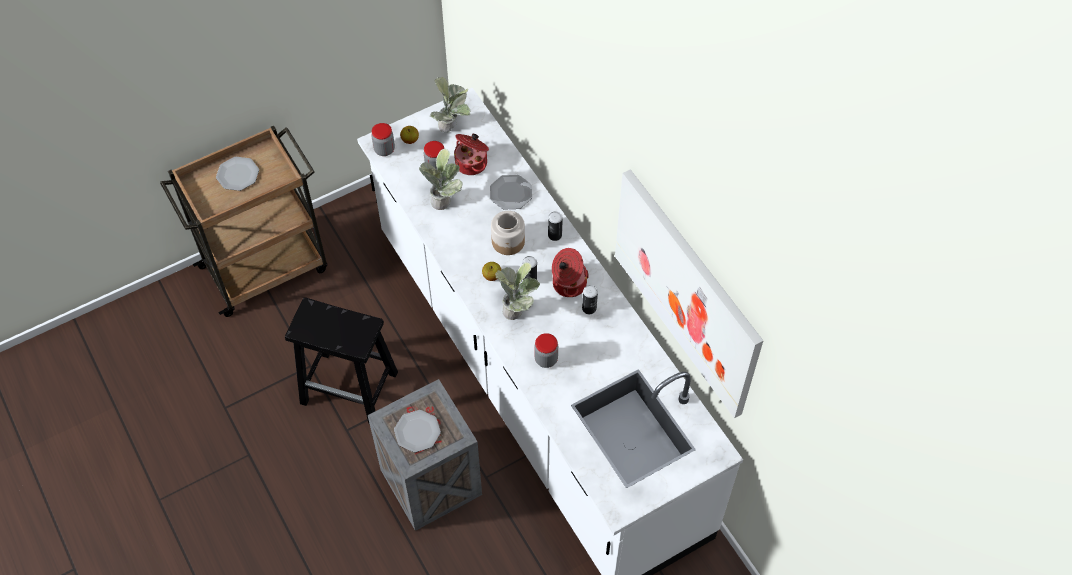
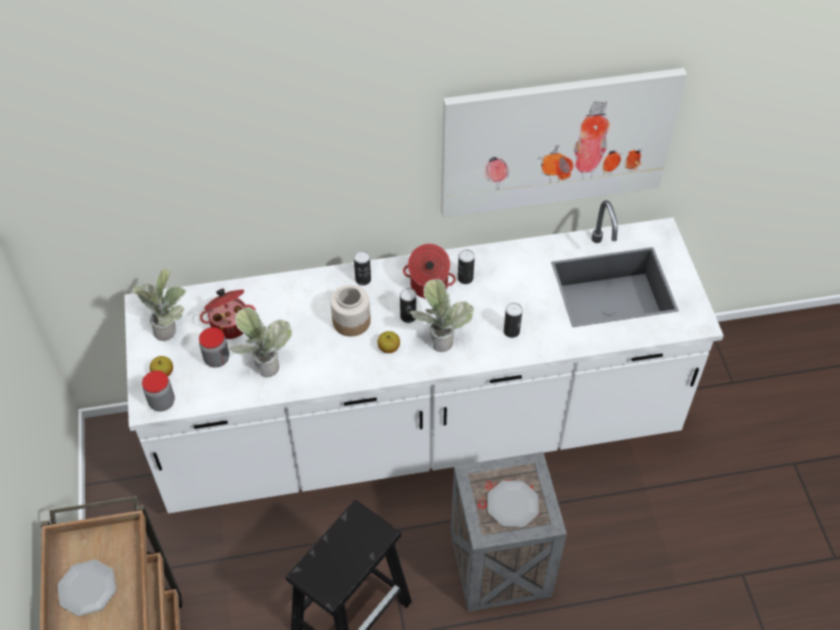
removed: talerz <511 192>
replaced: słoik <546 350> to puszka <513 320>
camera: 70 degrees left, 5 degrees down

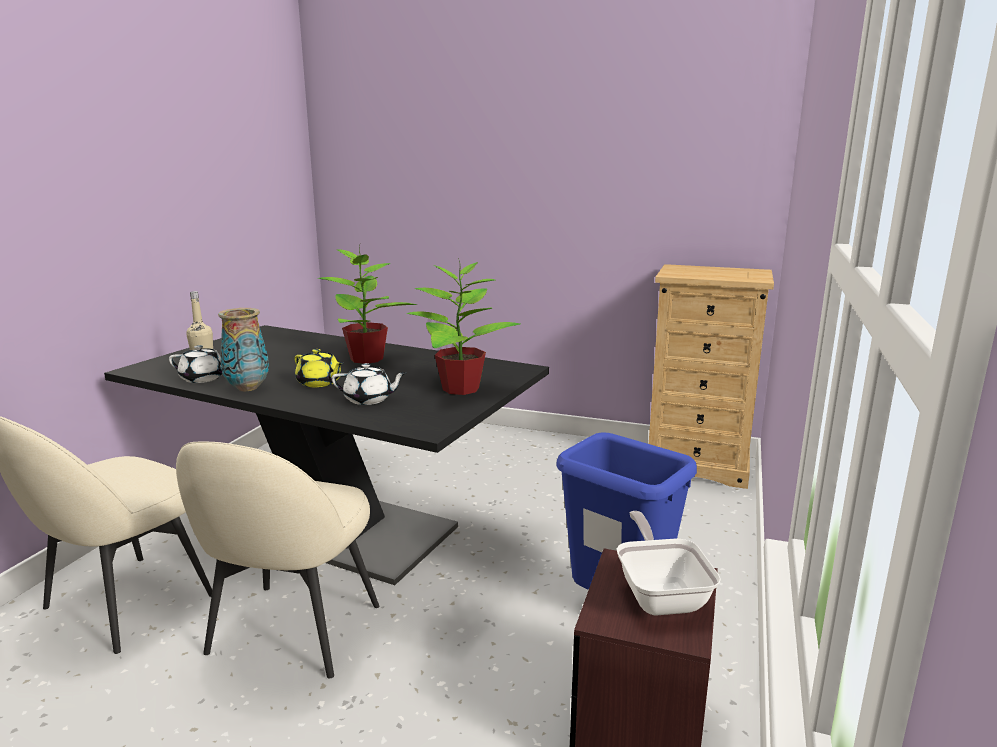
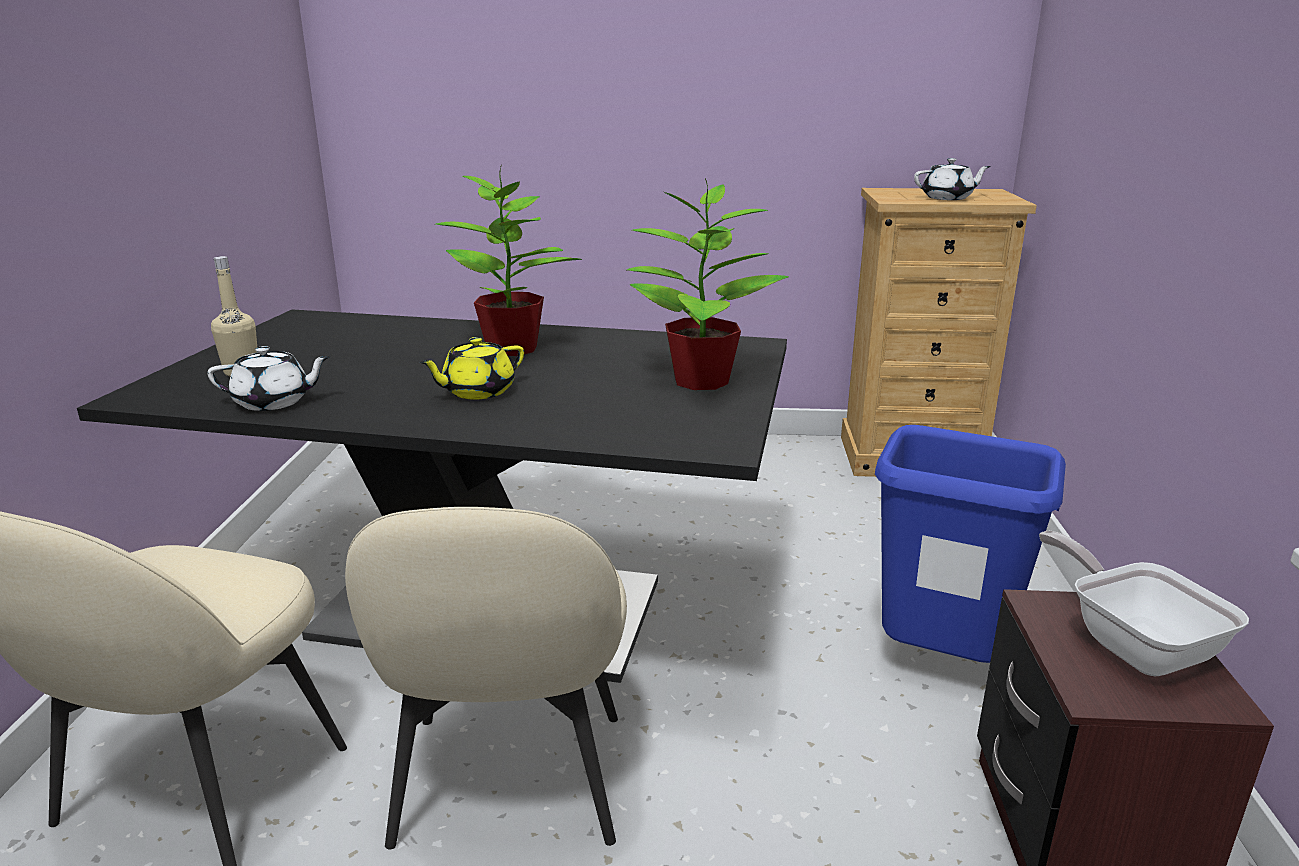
removed: wazon <243 349>
moved: imbryk (biały) <369 384> to <952 179>
turned: imbryk (żółty) <319 368> = <471 368> 120 degrees clockwise
camera: 15 degrees left, 5 degrees up

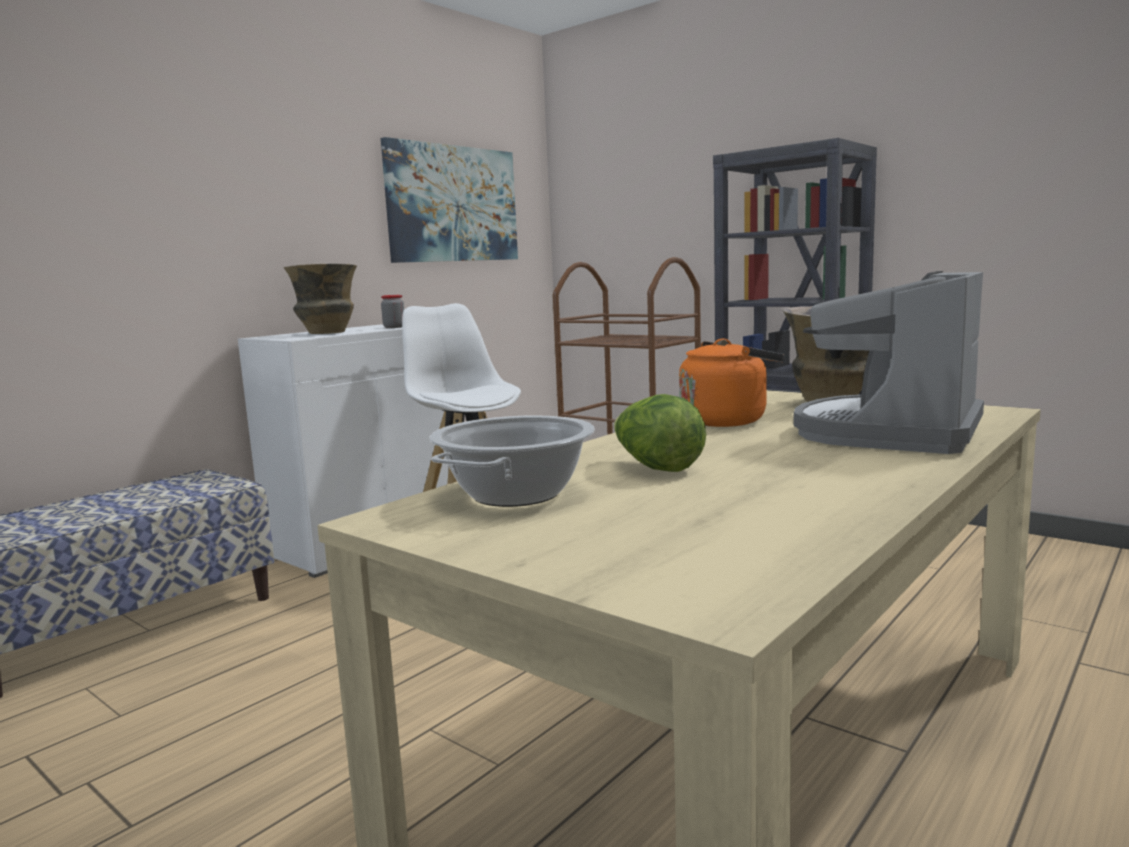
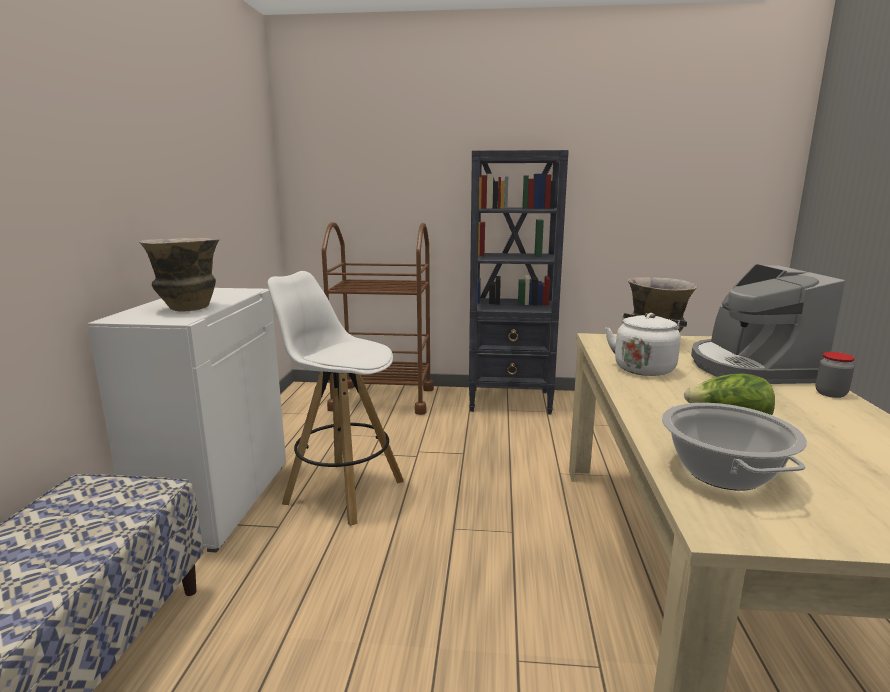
removed: obraz <449 200>
moved: słoik <392 311> to <835 375>
recoloured: czajnik (pomarańczowy) <731 383> to czajnik (biały) <646 344>
camera: 35 degrees left, 5 degrees up

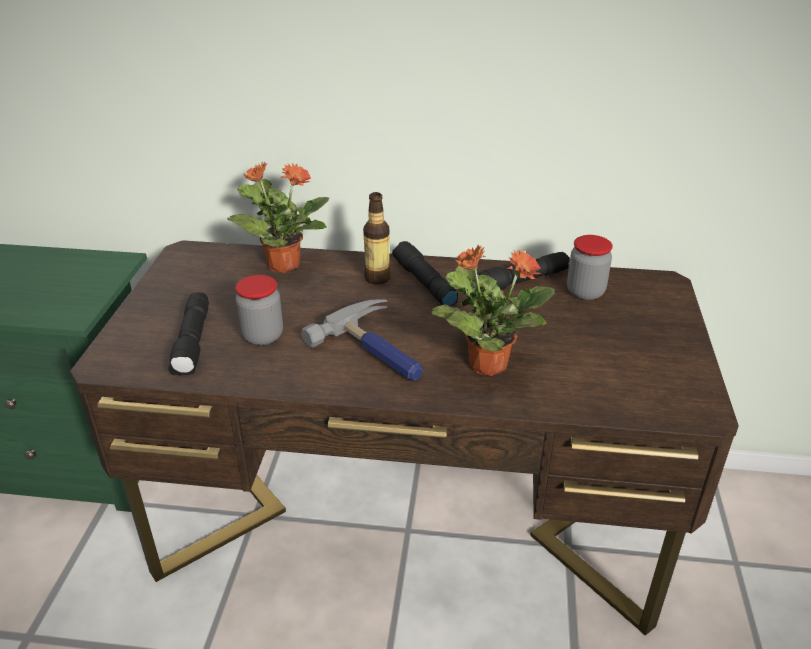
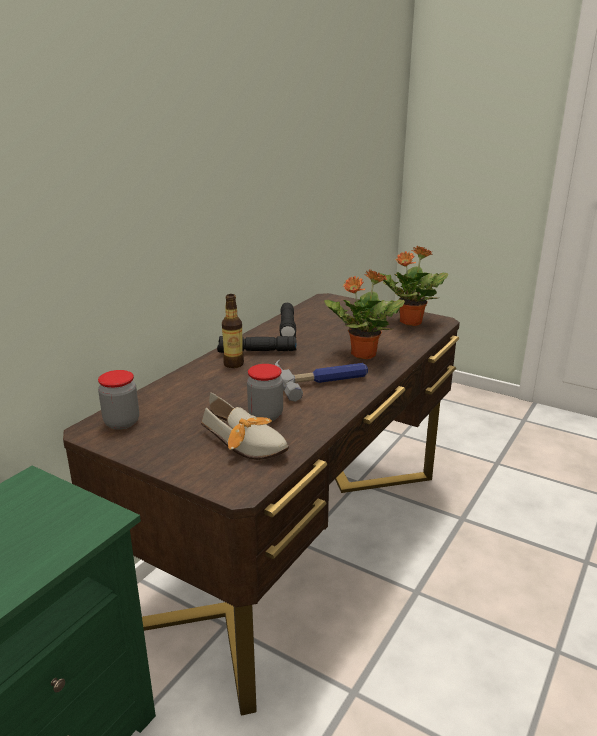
moved: roślina doniczkowa <278 217> to <414 286>; słoik <590 267> to <118 400>
replaced: latarka (czarny) <188 333> to but <245 426>
camera: 65 degrees left, 10 degrees down

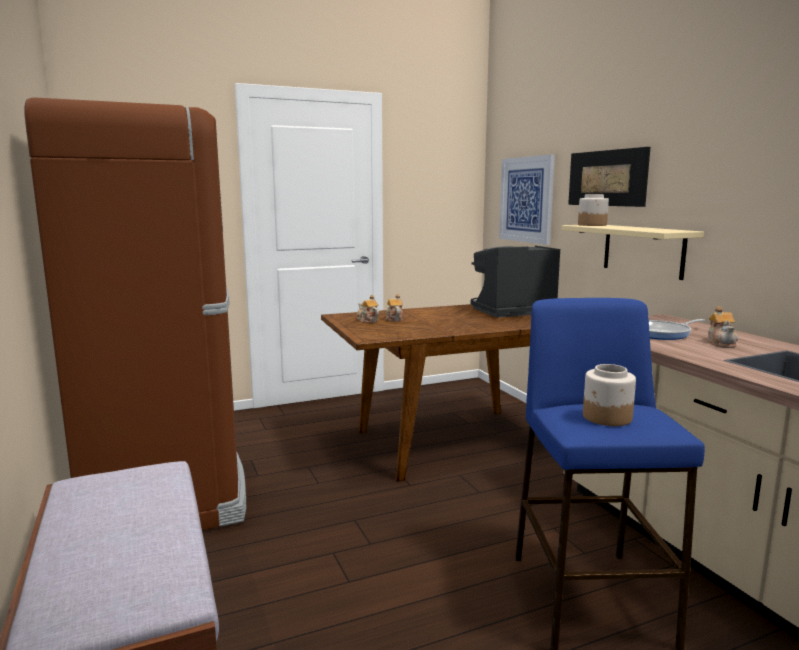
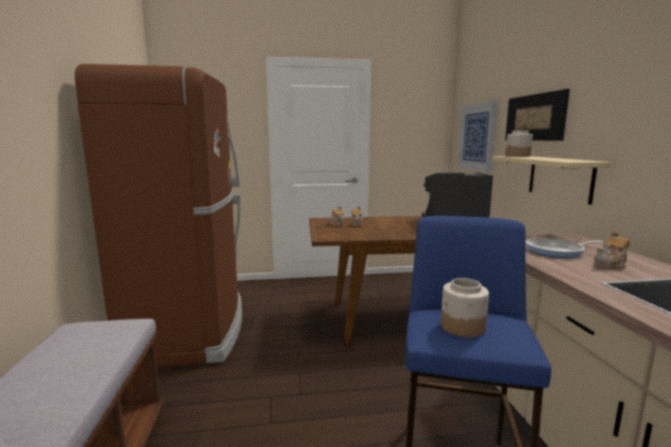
turned: imbryk <722 327> = <612 250> 45 degrees clockwise
camera: 15 degrees right, 0 degrees up

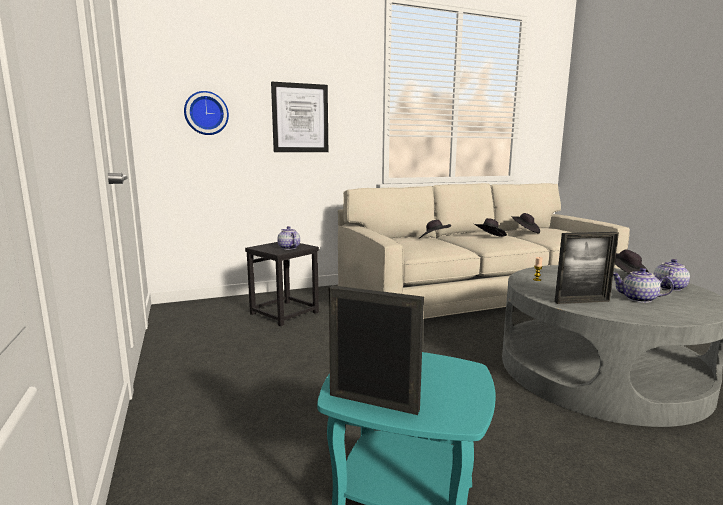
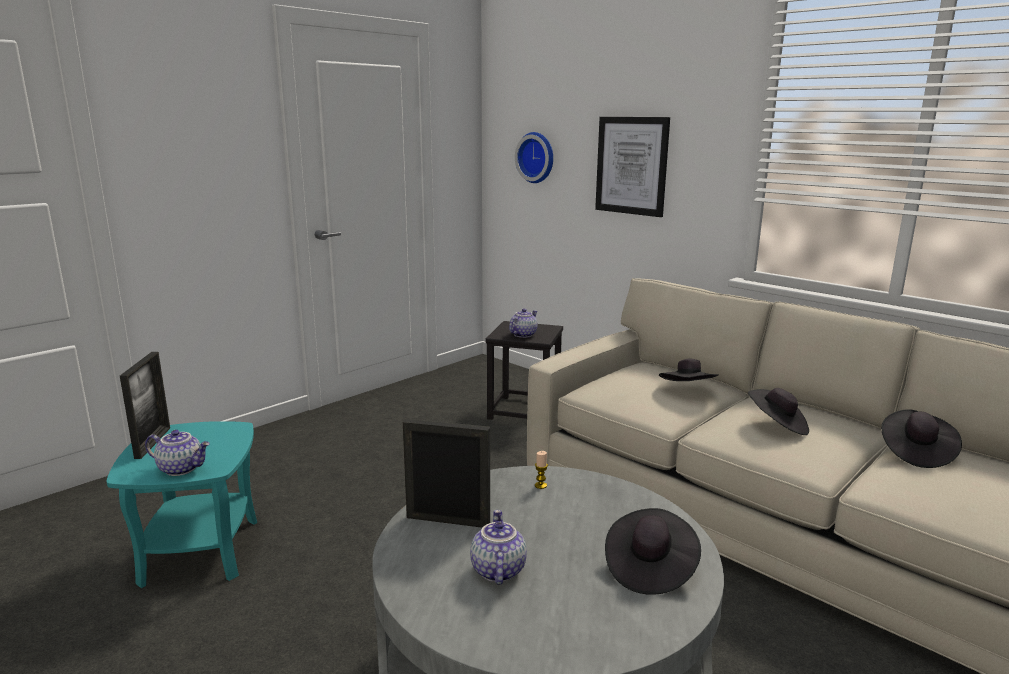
moved: imbryk <671 275> to <177 453>
turned: ramka na zdjęcie <587 268> = <446 473> 135 degrees clockwise
camera: 65 degrees right, 5 degrees up

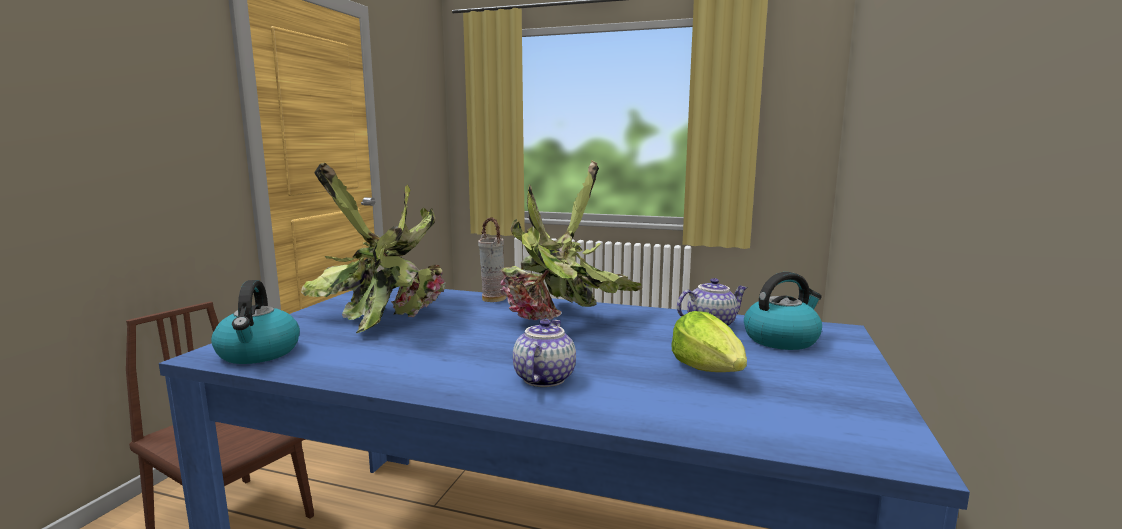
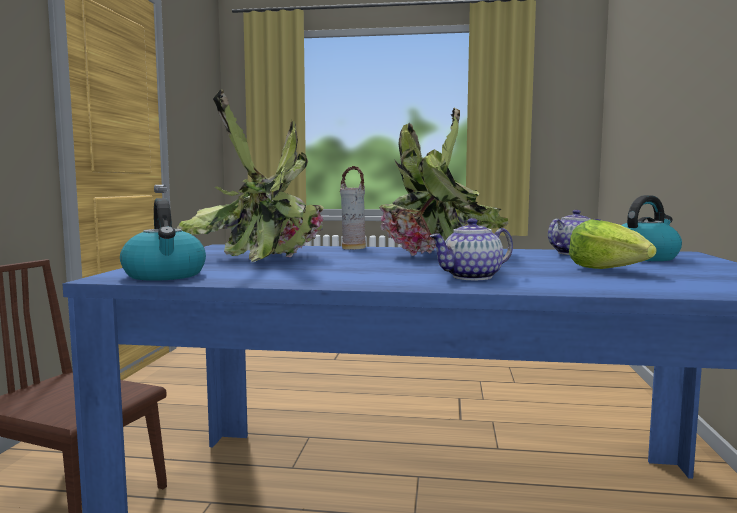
turned: imbryk <544 353> = <471 249> 120 degrees counterclockwise
camera: 10 degrees left, 5 degrees down

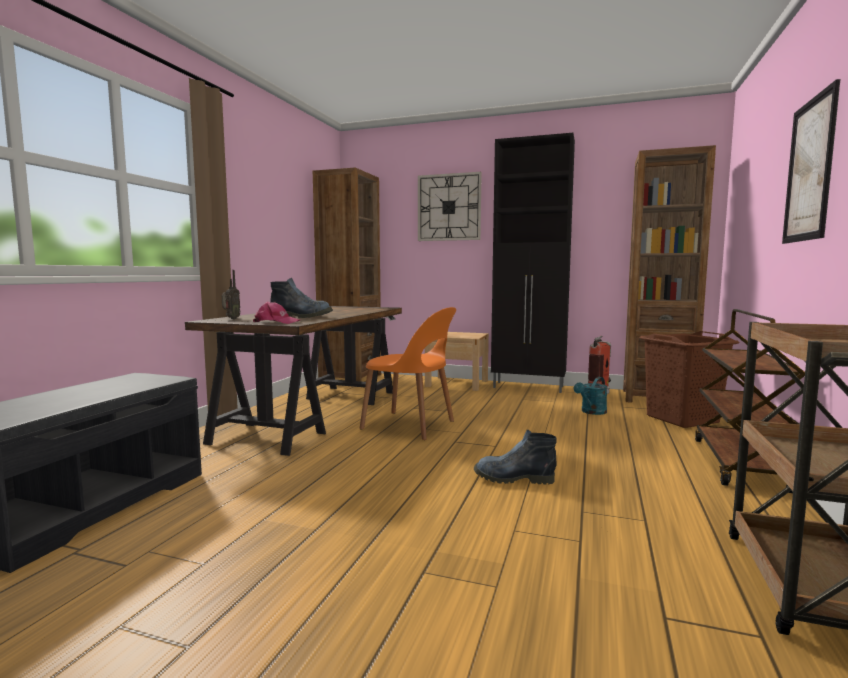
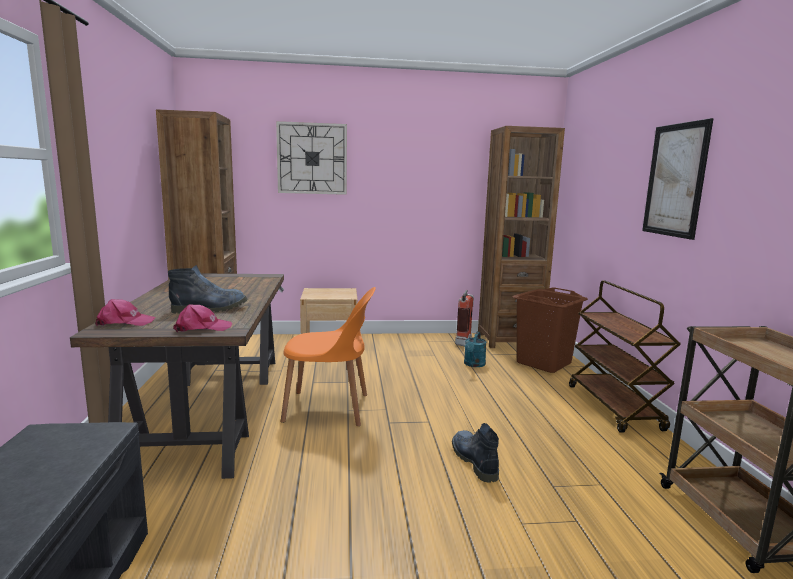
removed: szafka (czarny) <533 263>
replaced: radio <231 294> to czapka z daszkiem (różowy) <125 312>
turned: but z cholewką <515 457> = <475 453> 90 degrees clockwise
camera: 25 degrees left, 5 degrees up

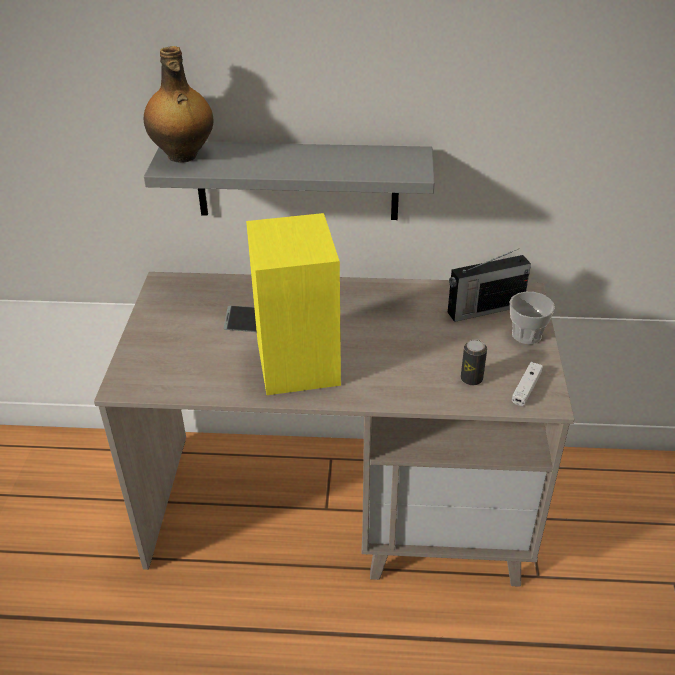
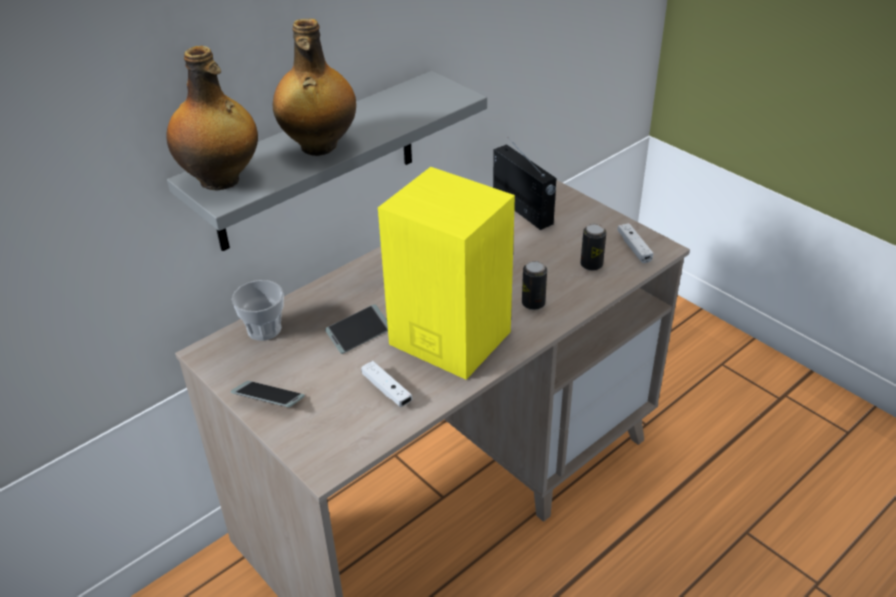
added: telefon <268 394>; butelka <314 87>; pad do gier (biały) <386 384>; puszka <534 285>
moved: filiżanka <532 318> to <258 310>
turned: radio <489 285> = <525 183> 60 degrees counterclockwise
camera: 45 degrees left, 0 degrees up

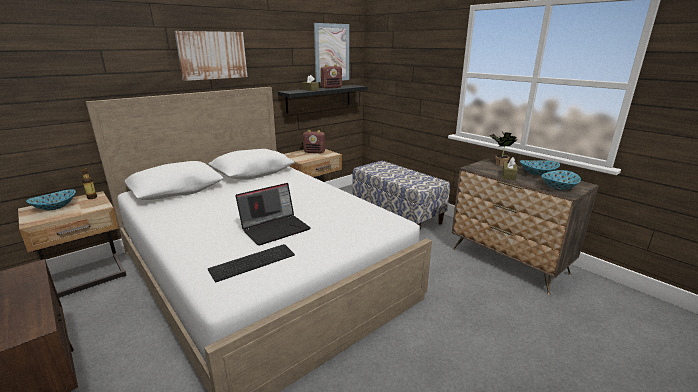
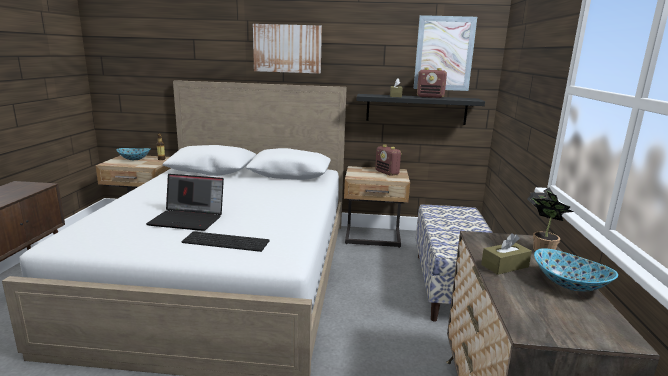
removed: miska <561 180>
moved: klawiatura <251 263> to <225 241>
camera: 45 degrees right, 5 degrees down

